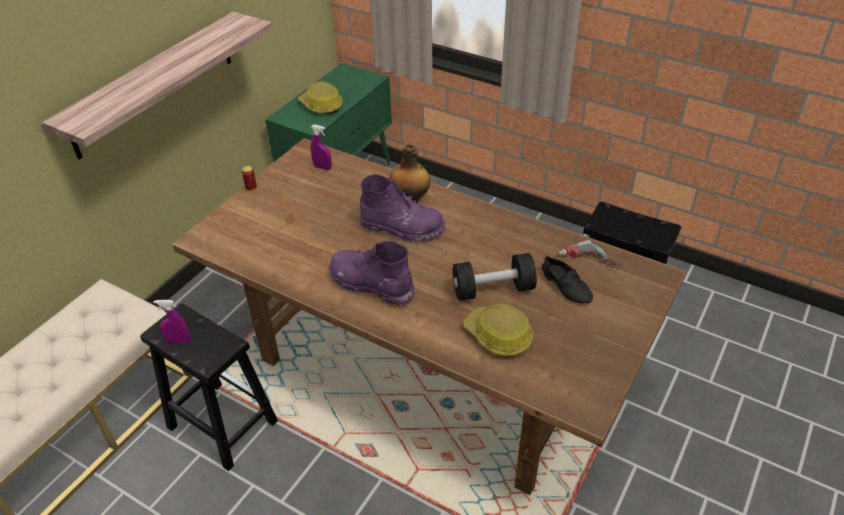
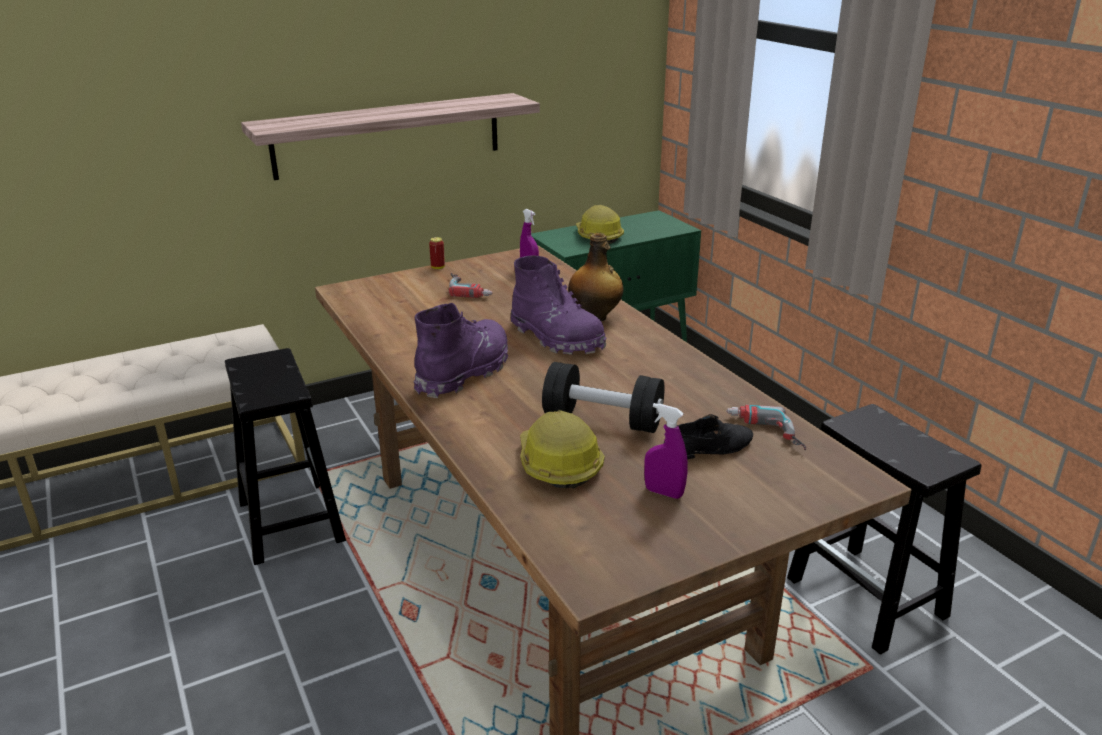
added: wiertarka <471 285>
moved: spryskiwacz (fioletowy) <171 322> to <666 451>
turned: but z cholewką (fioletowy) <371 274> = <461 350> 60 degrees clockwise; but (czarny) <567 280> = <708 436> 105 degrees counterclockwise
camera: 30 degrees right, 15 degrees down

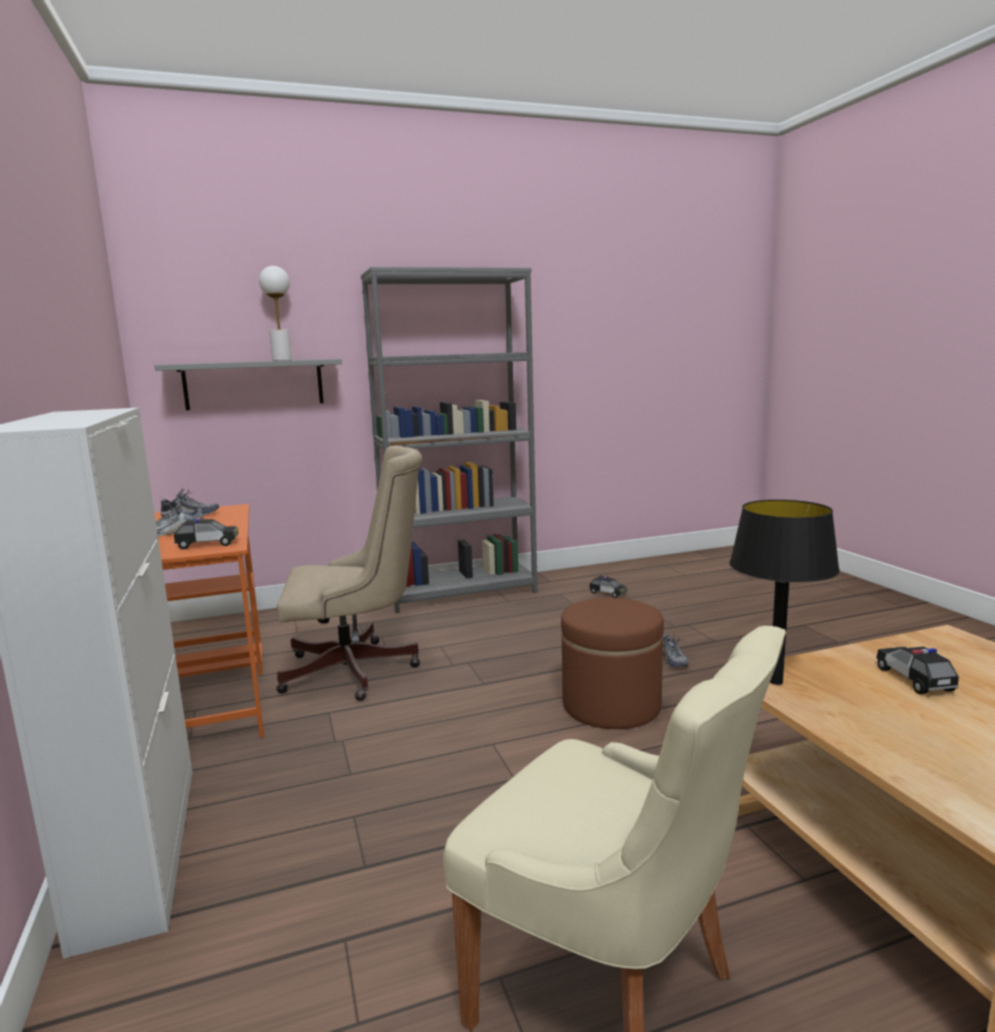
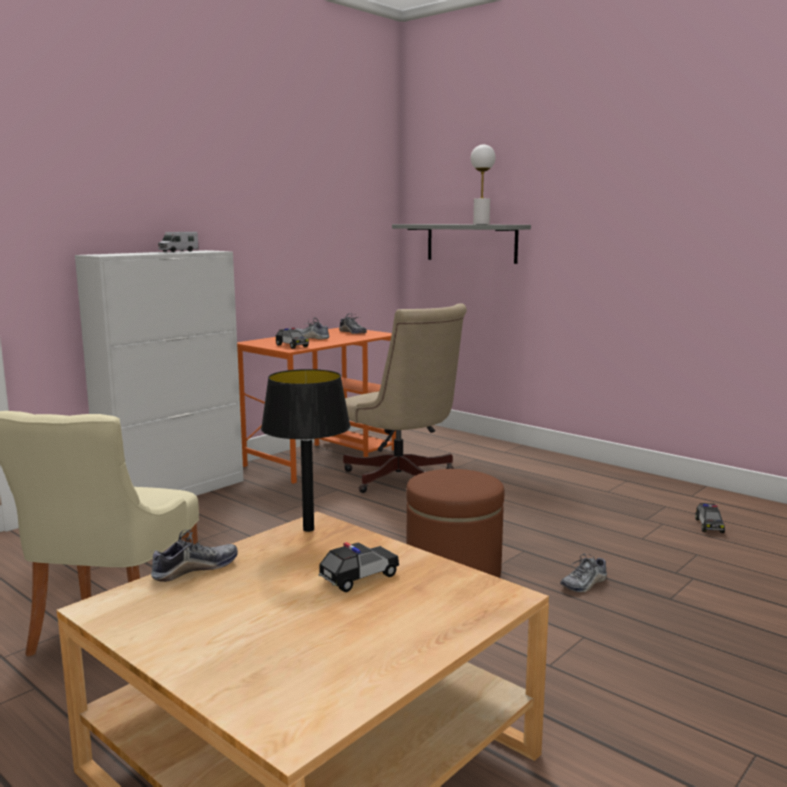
removed: regał (szary) <449 440>
added: but <194 555>; ciężarówka zabawkowa <178 242>
camera: 60 degrees right, 0 degrees up

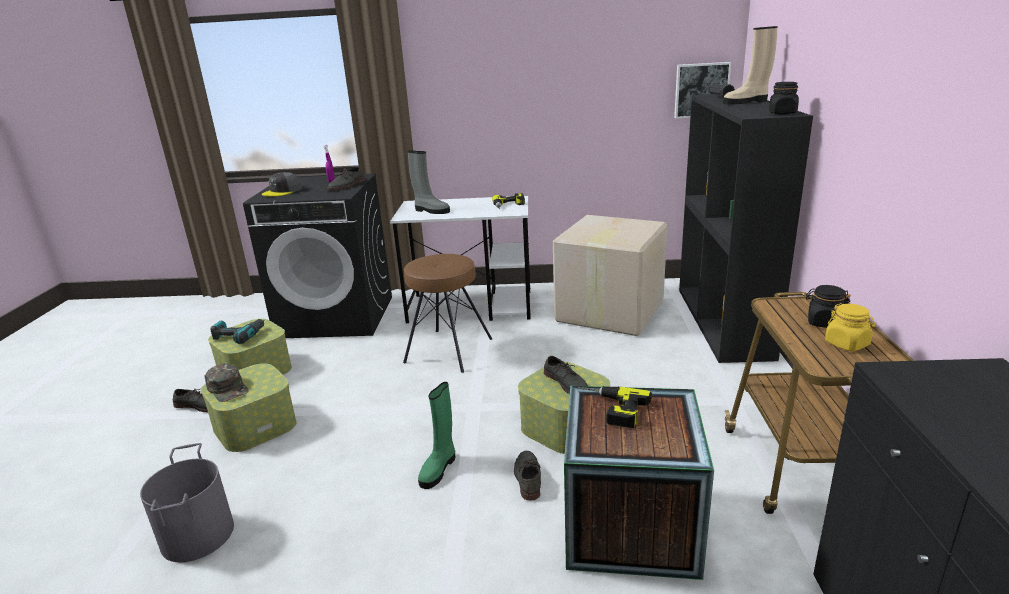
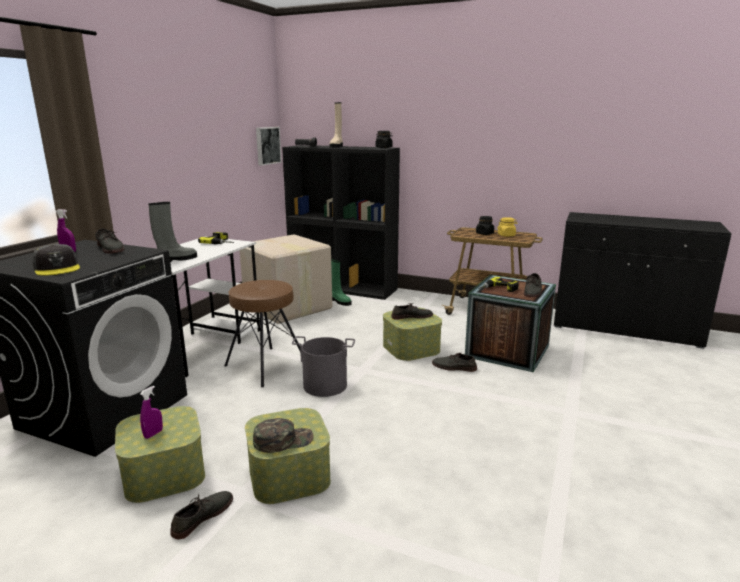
added: but (szary) <533 285>
moved: wiadro (szary) <187 502> to <323 366>; but z cholewką (zielony) <436 435> to <341 282>
replaced: wiertarka <238 331> to spryskiwacz (fioletowy) <151 412>
camera: 70 degrees left, 5 degrees down

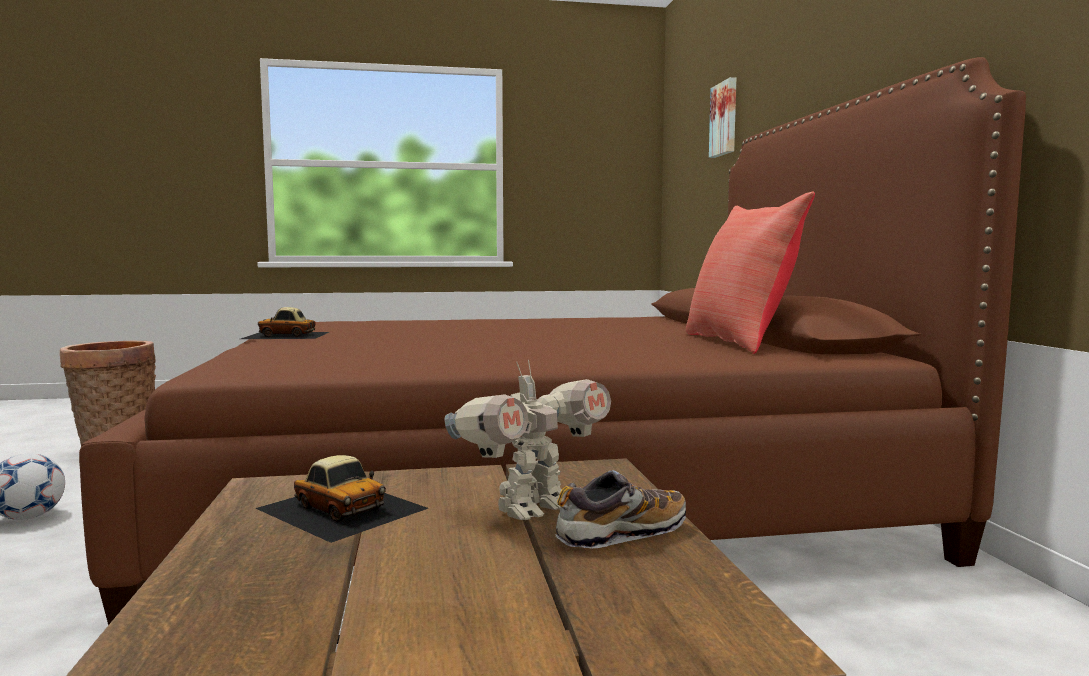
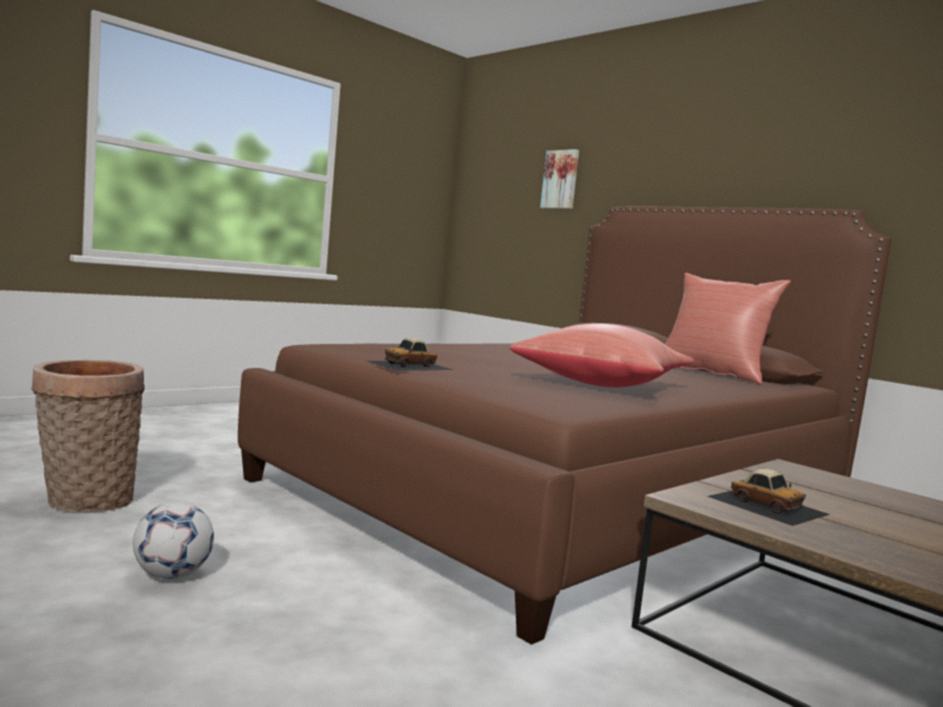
removed: robot zabawkowy <527 440>; but <621 509>
added: poduszka (czerwony) <602 355>
turned: samochodzik <341 499> = <768 497> 45 degrees clockwise
camera: 35 degrees left, 0 degrees up

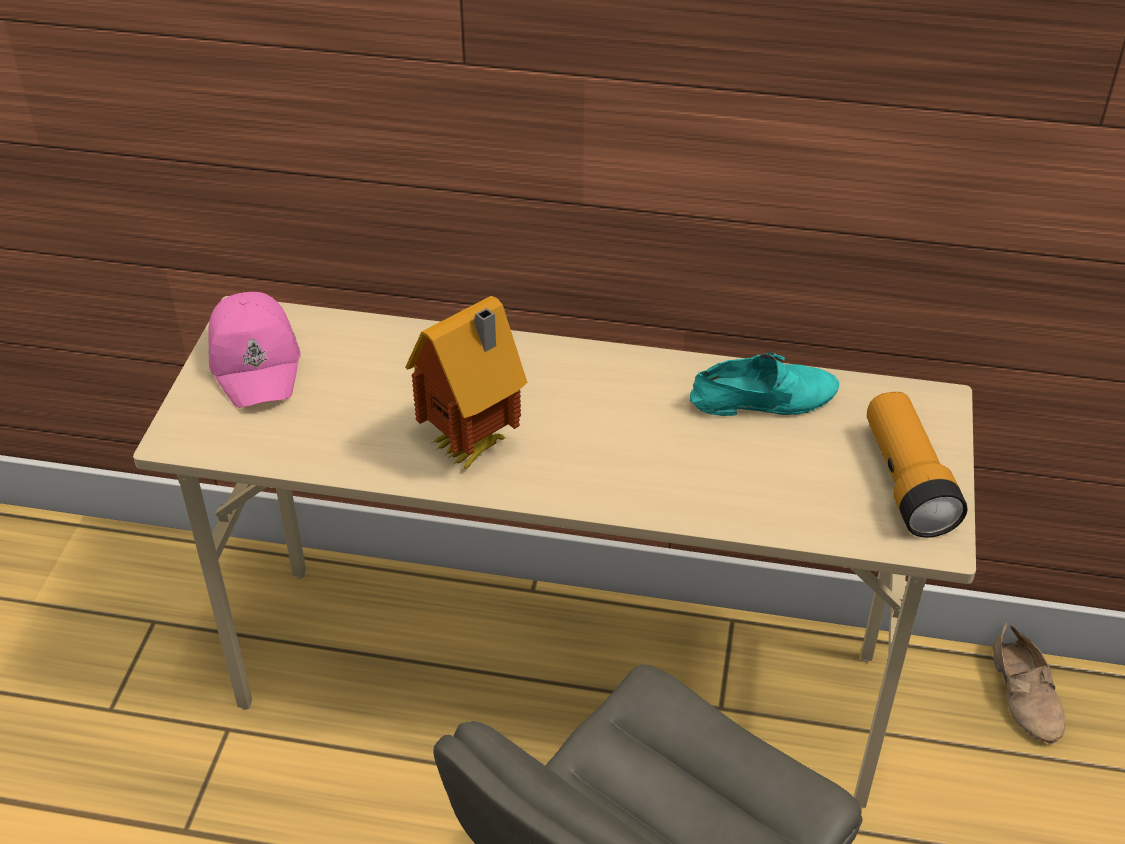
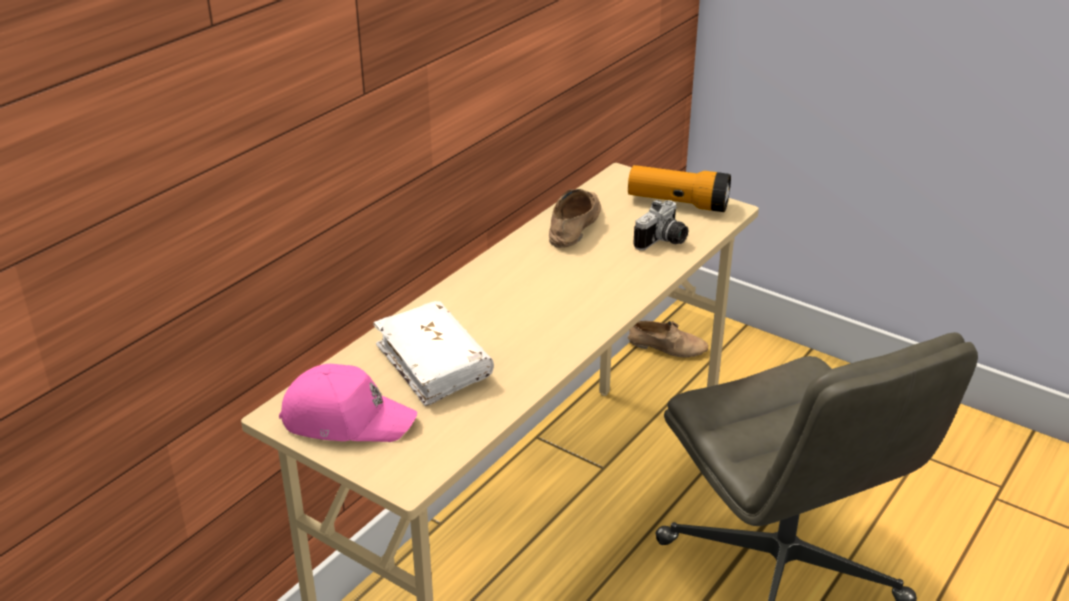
removed: domek <466 382>
added: książka (biały) <433 353>; aparat fotograficzny <660 225>
recoloured: but (turkusowy) <764 384> to but (beżowy) <575 218>
camera: 65 degrees left, 10 degrees down

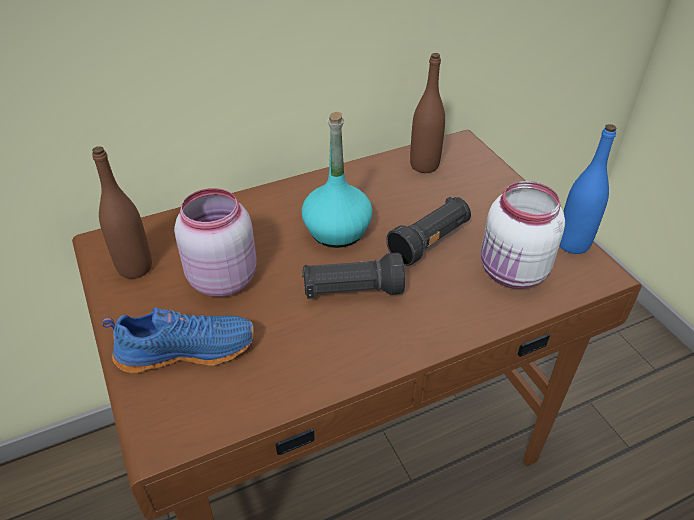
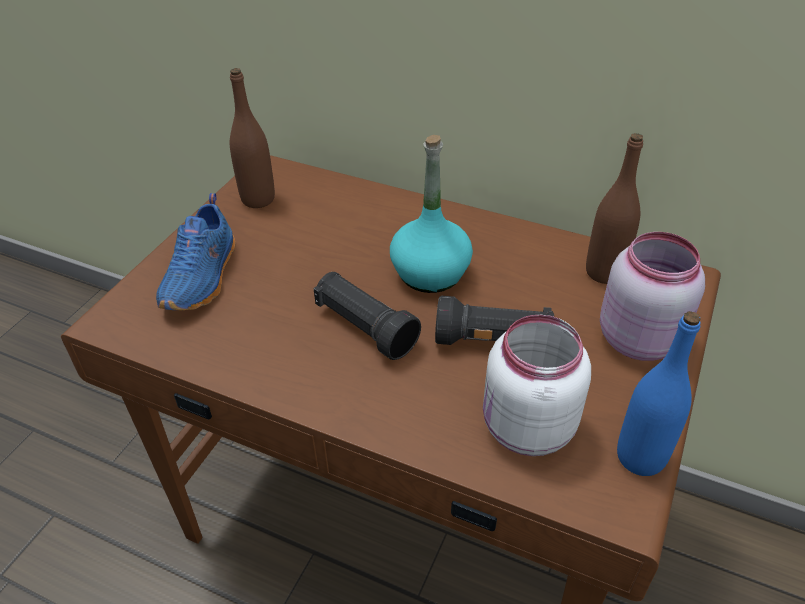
moved: słoik (różowy) <215 242> to <652 296>
turned: but (niebieski) <178 340> = <195 251> 60 degrees clockwise
camera: 50 degrees right, 0 degrees up

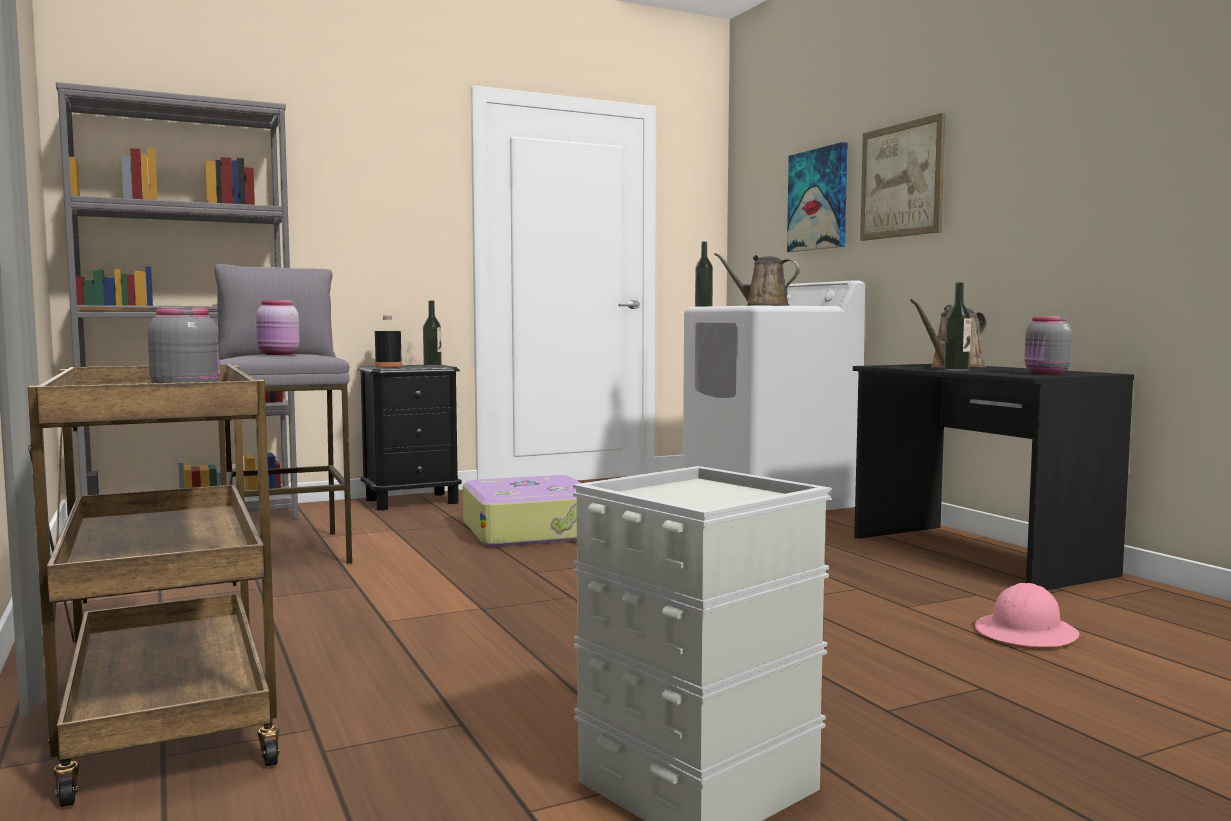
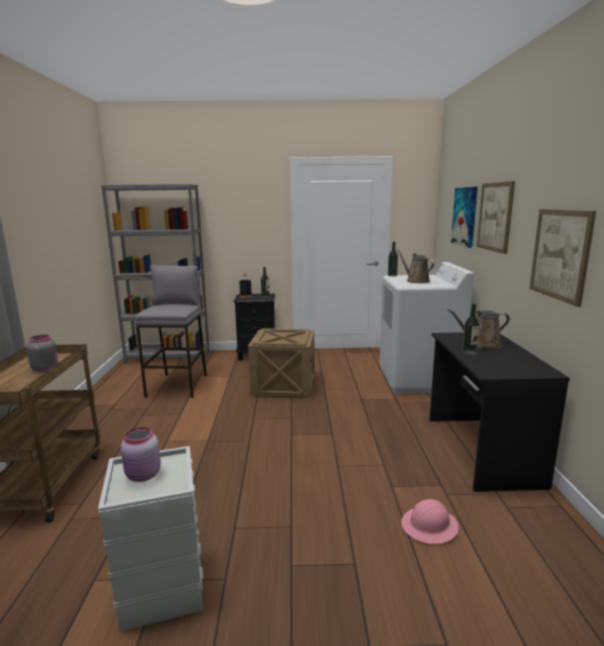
removed: słoik (szary) <1048 345>
added: obraz <562 258>
moved: słoik (różowy) <278 327> to <141 454>
replaced: walizka <521 511> to skrzynka <281 363>
camera: 25 degrees right, 10 degrees up

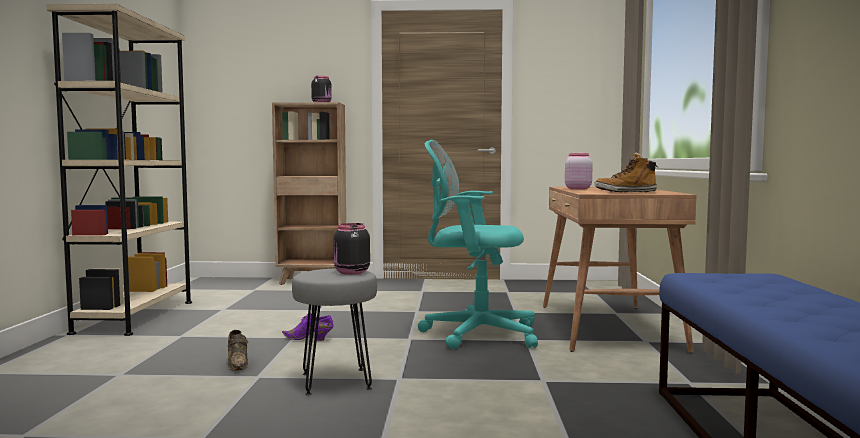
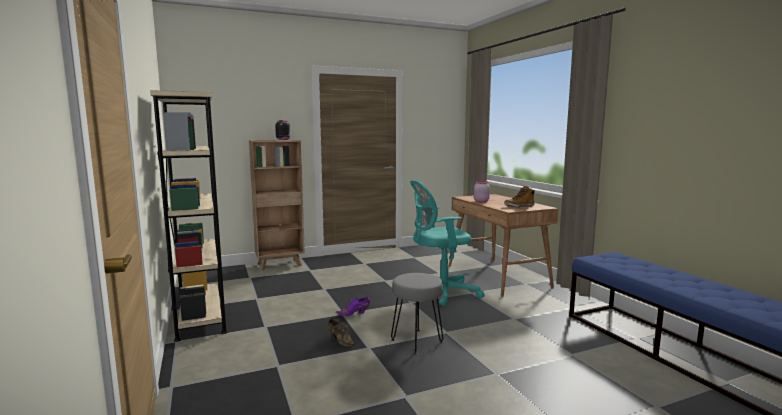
removed: słoik (czarny) <351 249>
camera: 25 degrees left, 5 degrees up

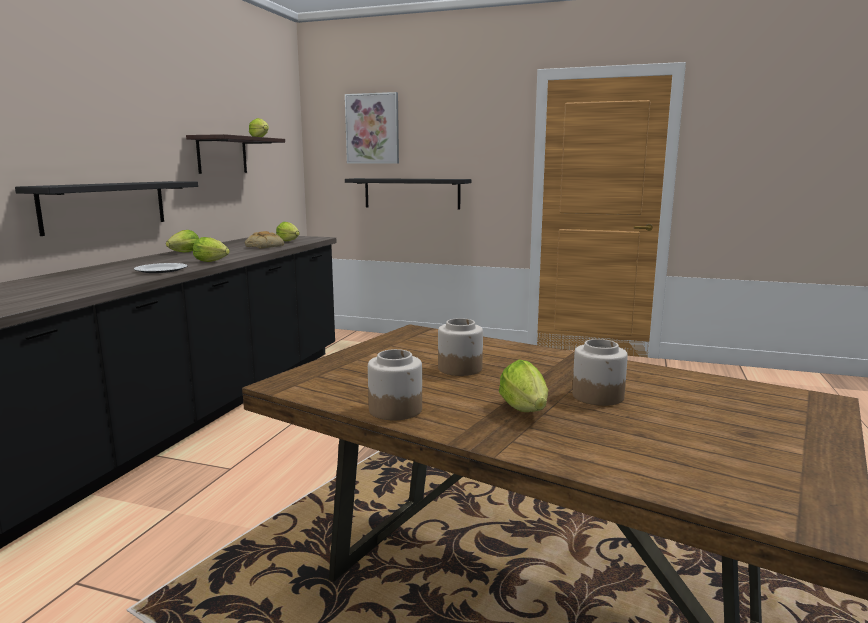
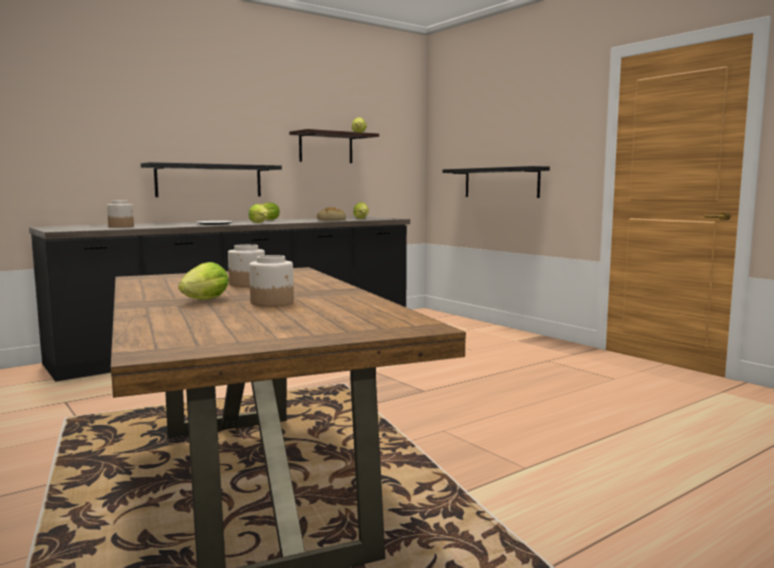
removed: obraz <372 128>
moved: słoik <395 384> to <120 214>
camera: 35 degrees right, 5 degrees down

